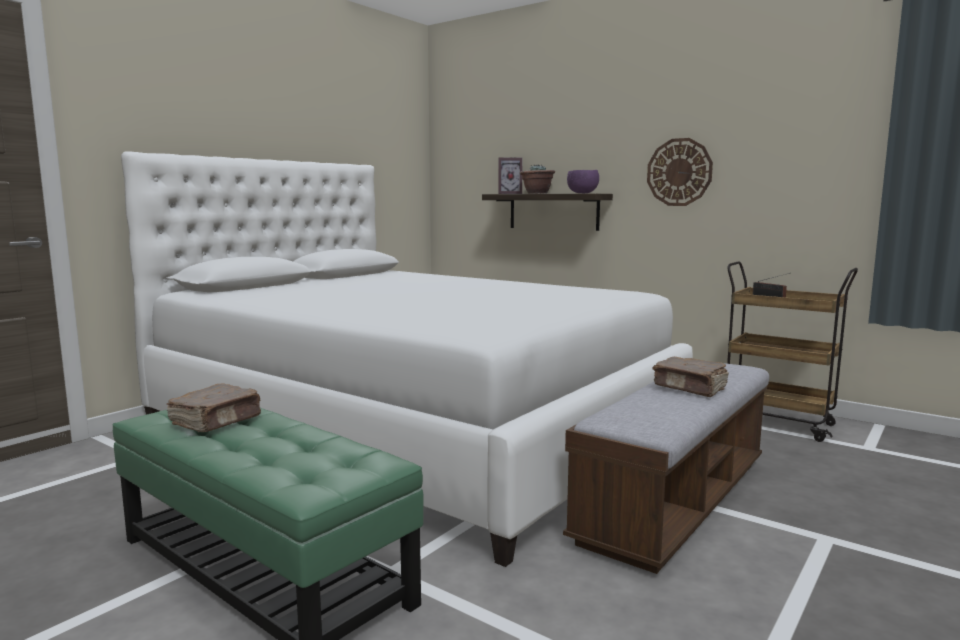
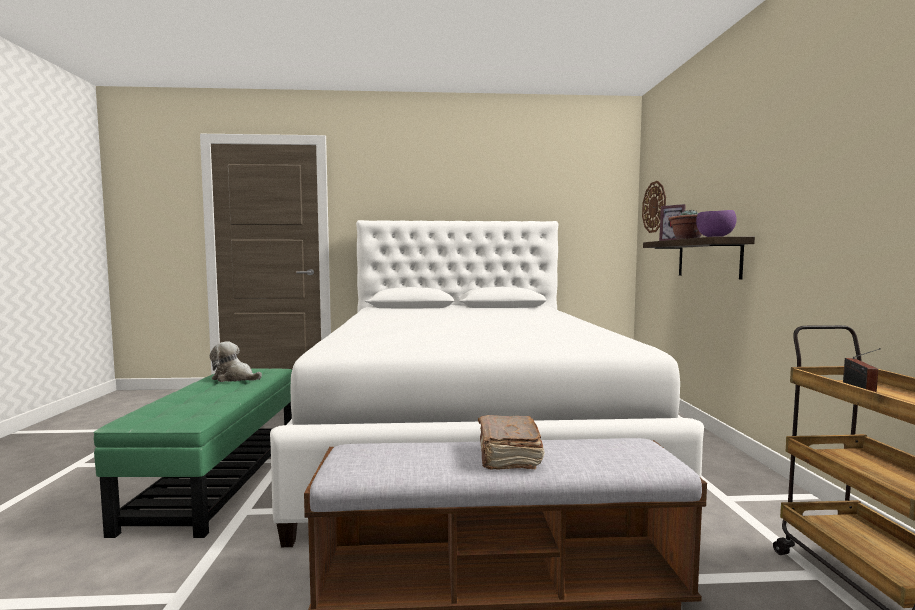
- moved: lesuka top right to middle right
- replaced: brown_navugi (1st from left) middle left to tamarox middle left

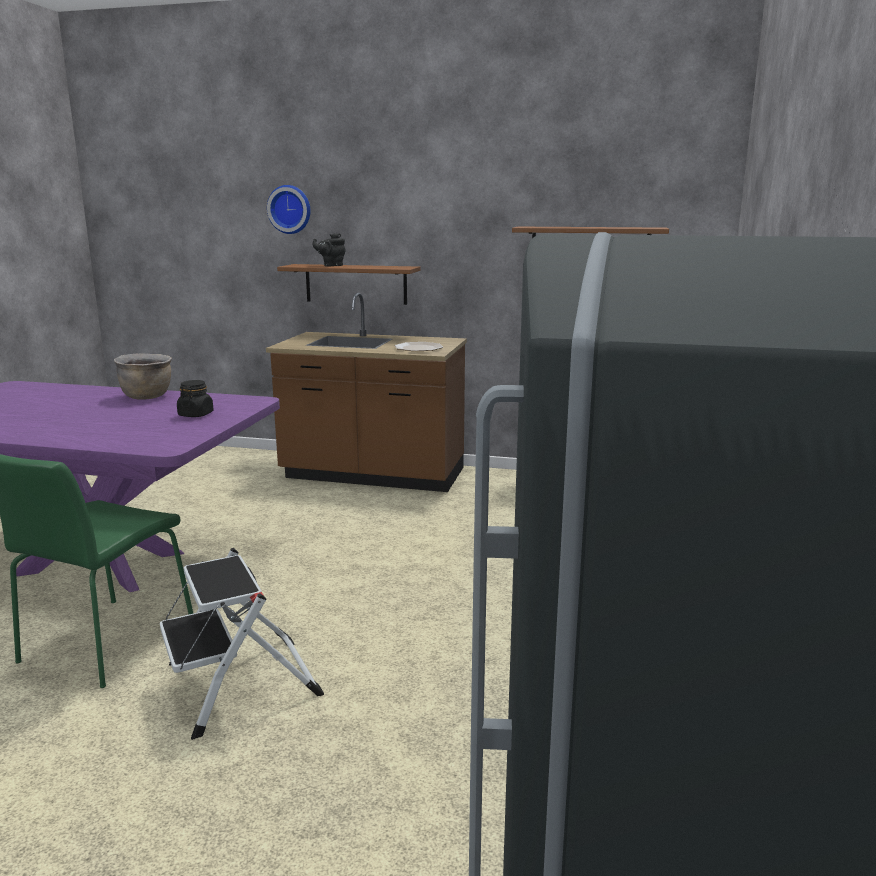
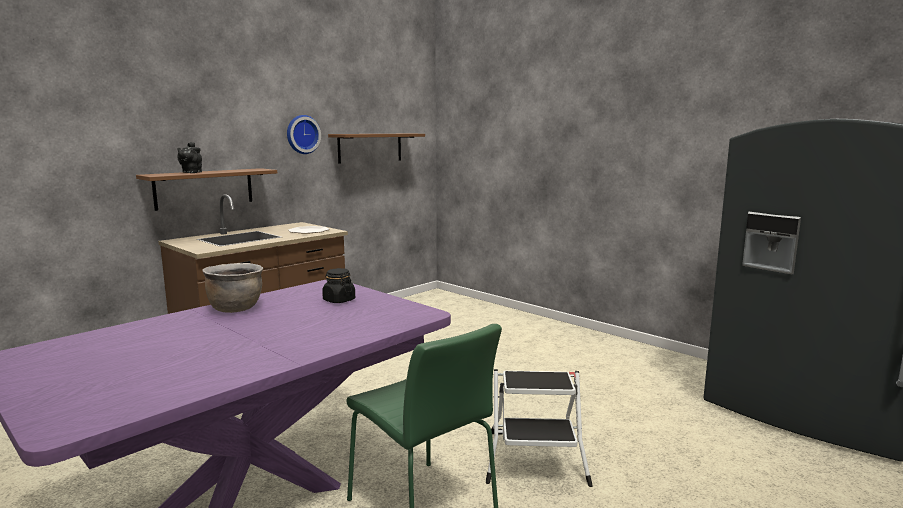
- moved: lesuka top left to top centre

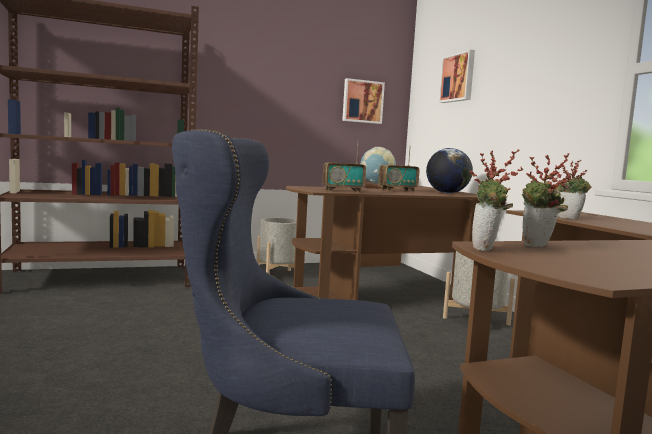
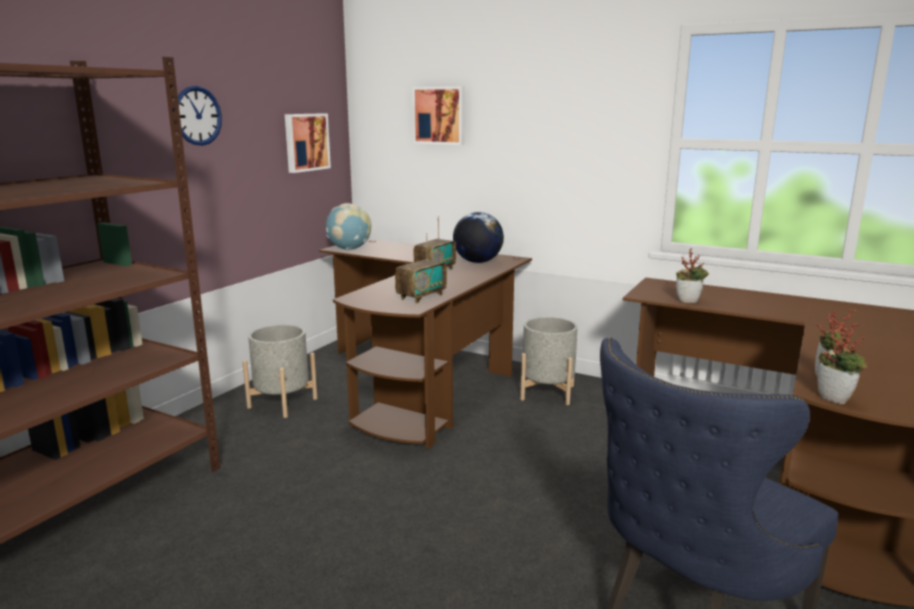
- added: lesuka top left

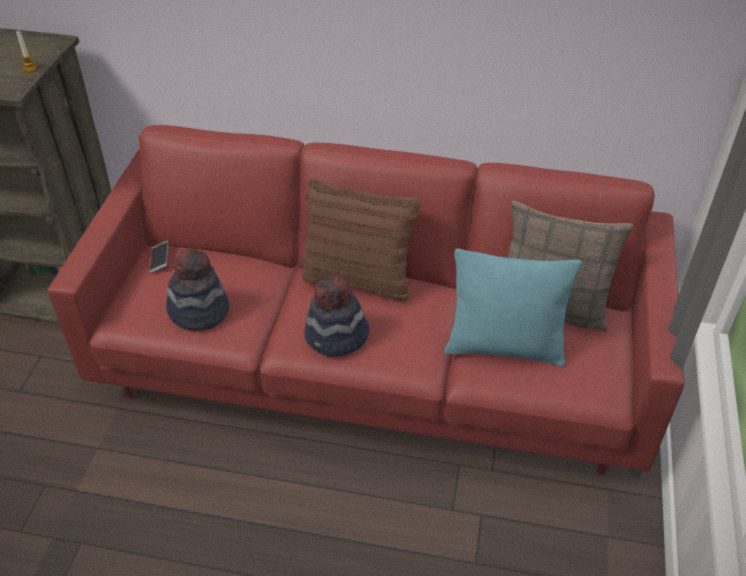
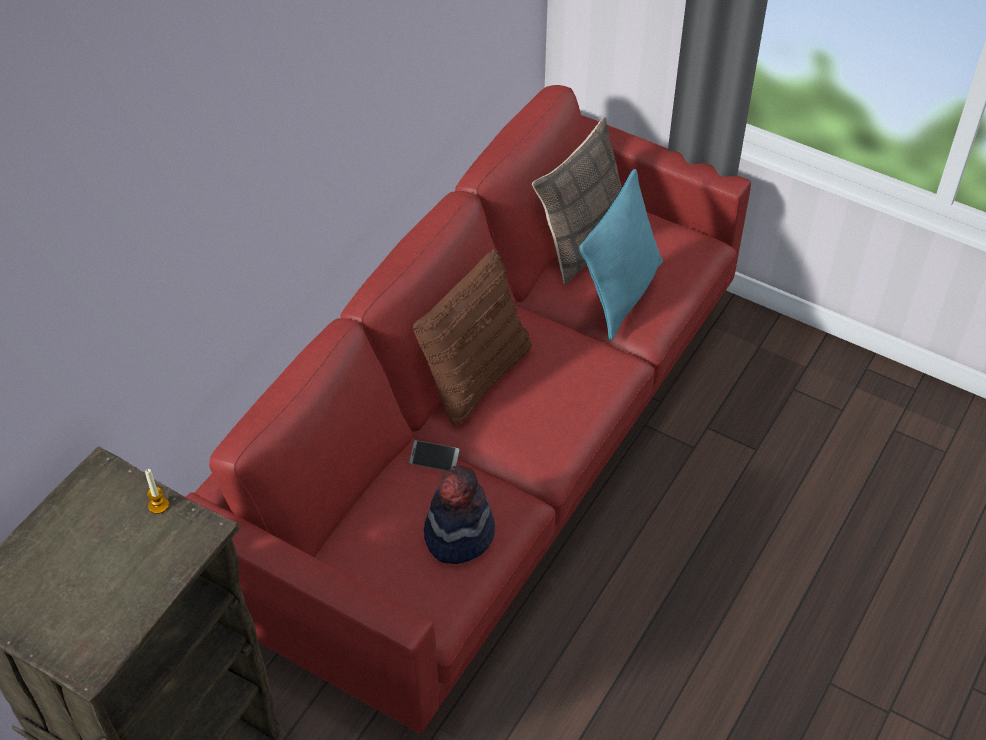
- moved: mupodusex middle left to centre
- removed: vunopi (2nd from left) centre

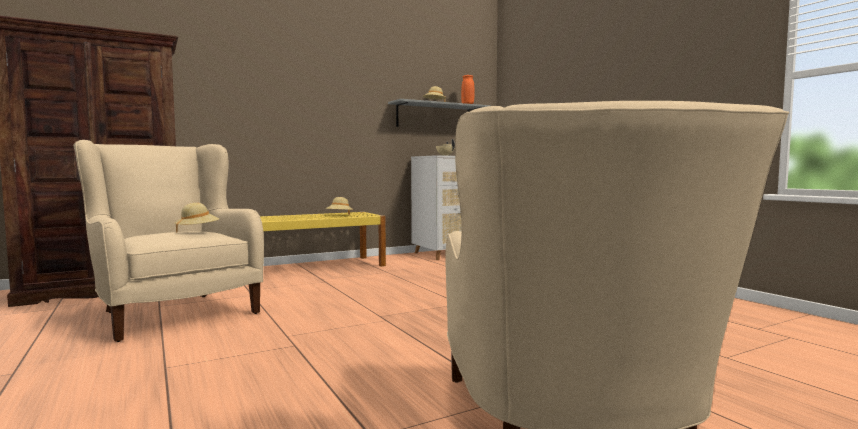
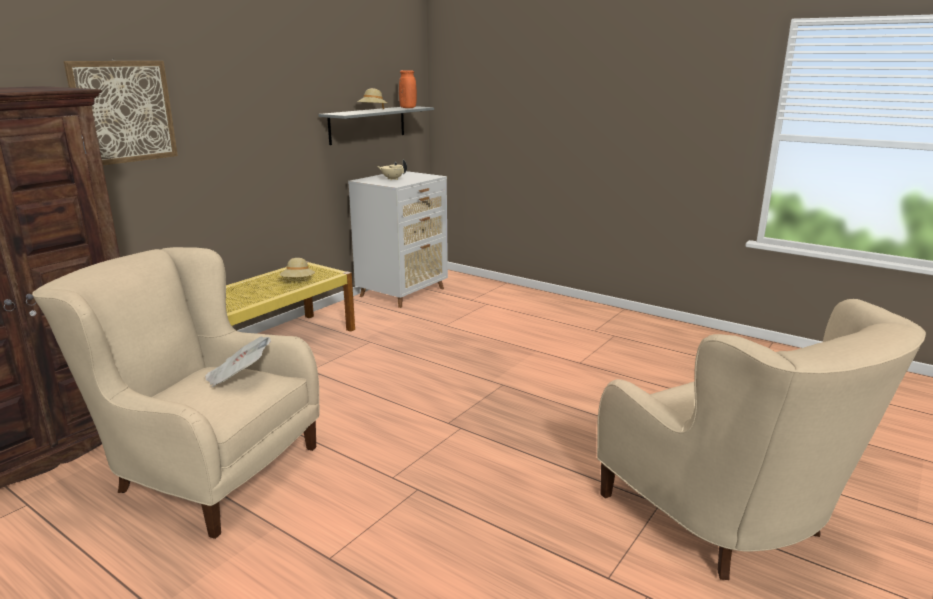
- replaced: beige_vunopi (1st from left) middle left to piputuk middle left
- added: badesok top left

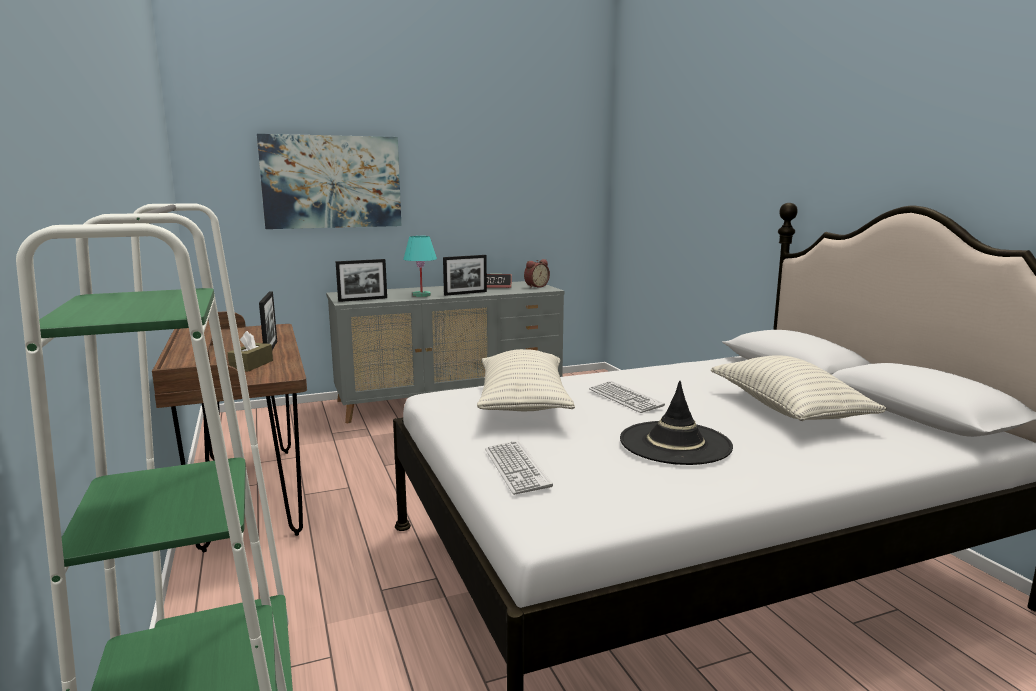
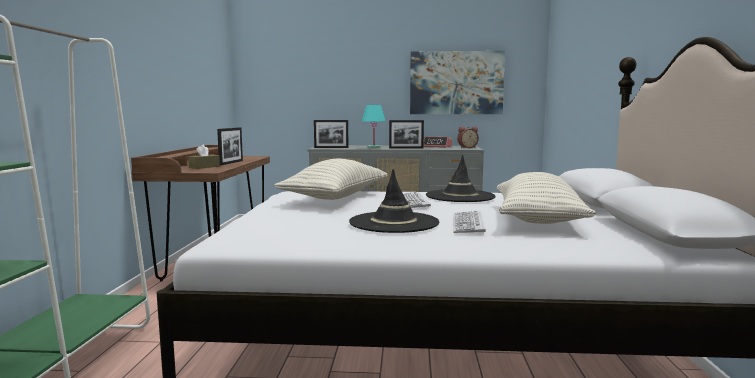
- moved: badesok top left to top centre
- moved: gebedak (1st from left in the first image) bottom centre to gebedak (2nd from left) centre
- added: black_vunopi (2nd from left) centre

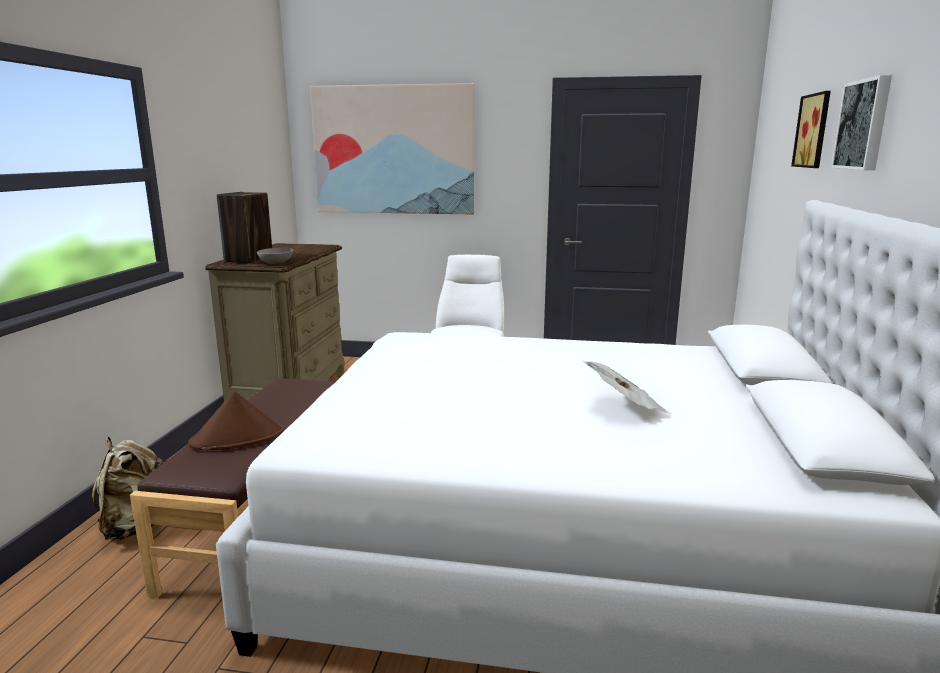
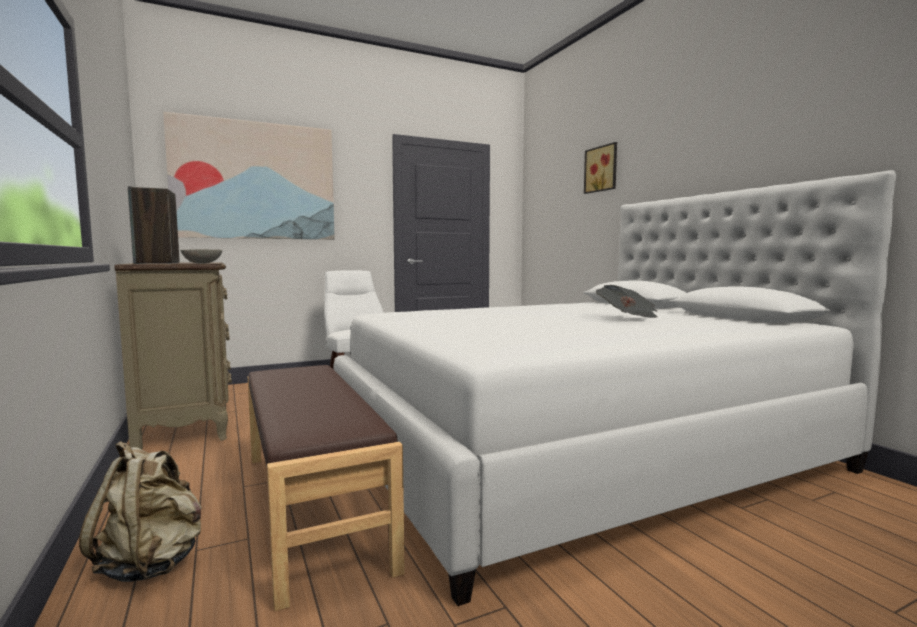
- removed: badesok (3rd from left) top right
- removed: brown_vunopi middle left

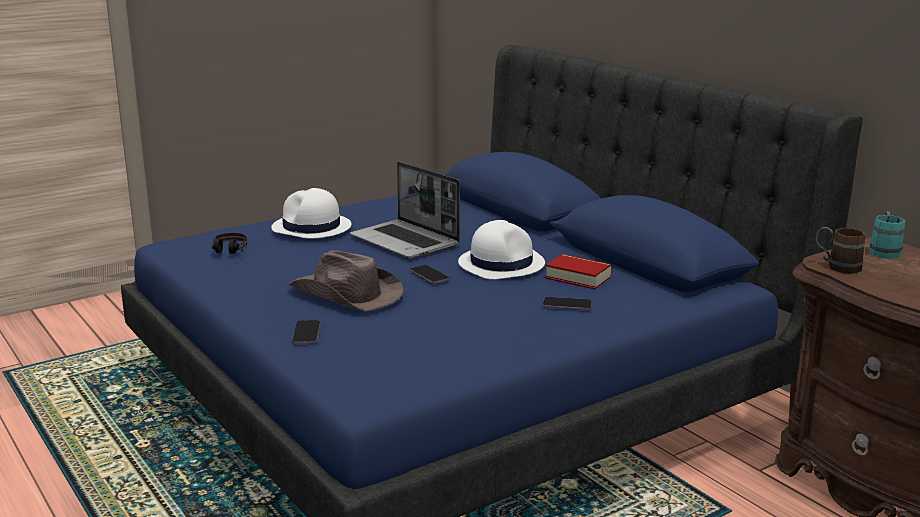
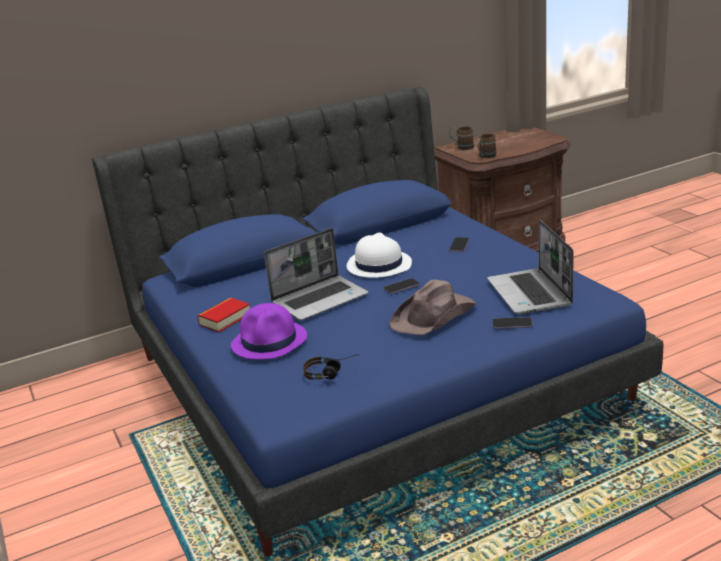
- recoloured: white_vunopi (1st from left) centre to purple_vunopi centre
- recoloured: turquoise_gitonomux middle right to brown_gitonomux (1st from left) top centre
- moved: navugi centre to middle left
- added: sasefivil (2nd from left) middle right

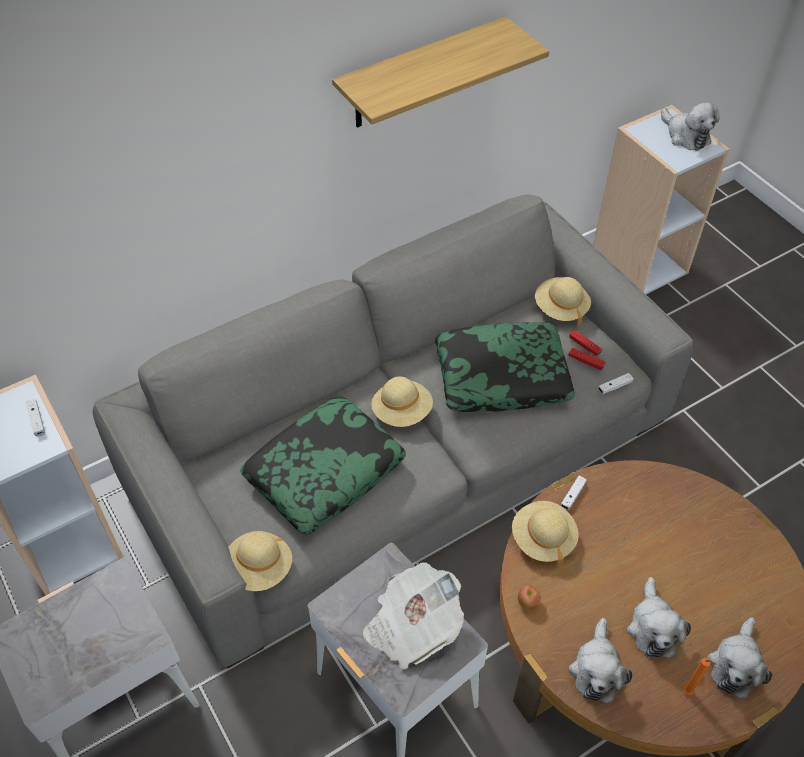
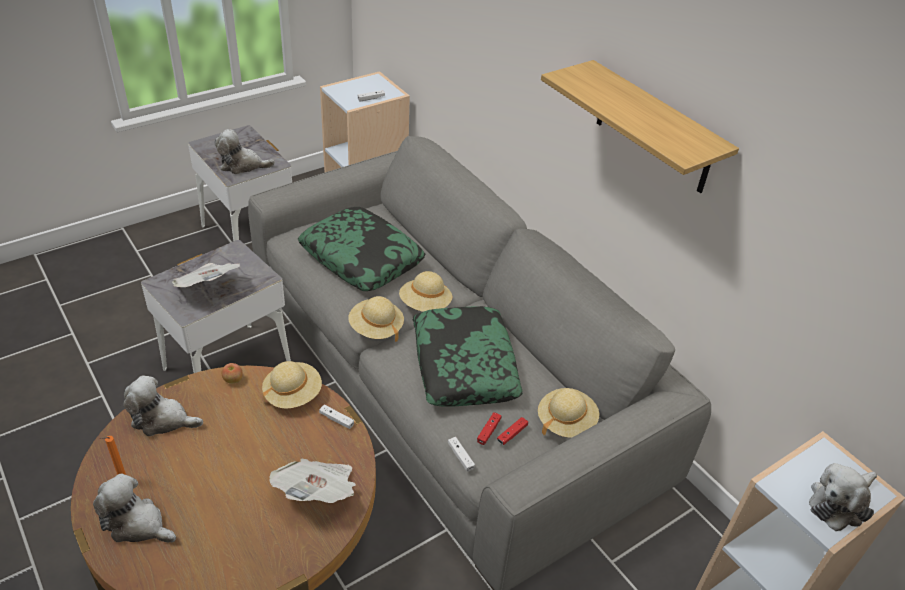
- moved: beige_vunopi (1st from left in the first image) bottom left to beige_vunopi (2nd from left) centre
- moved: tamarox (2nd from left in the first image) bottom right to tamarox (3rd from left) top left
- added: piputuk (2nd from left) bottom centre

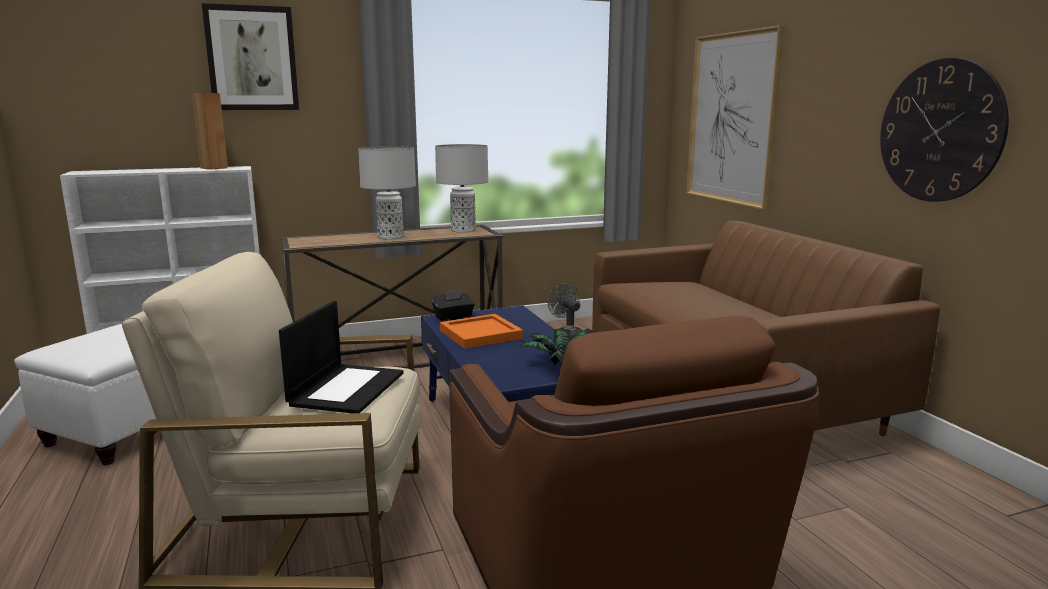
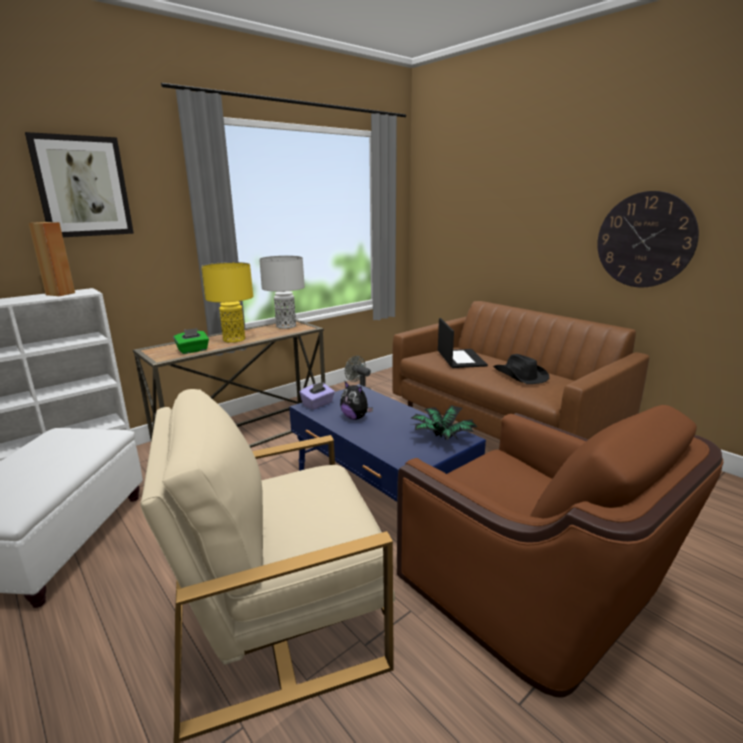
- removed: badesok (2nd from left) top right
- recoloured: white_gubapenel (1st from left) top centre to yellow_gubapenel middle left
- recoloured: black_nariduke centre to purple_nariduke centre
- moved: sasefivil middle left to centre
- replaced: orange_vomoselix centre to tamarox centre
- added: green_nariduke middle left
- added: black_vunopi middle right

